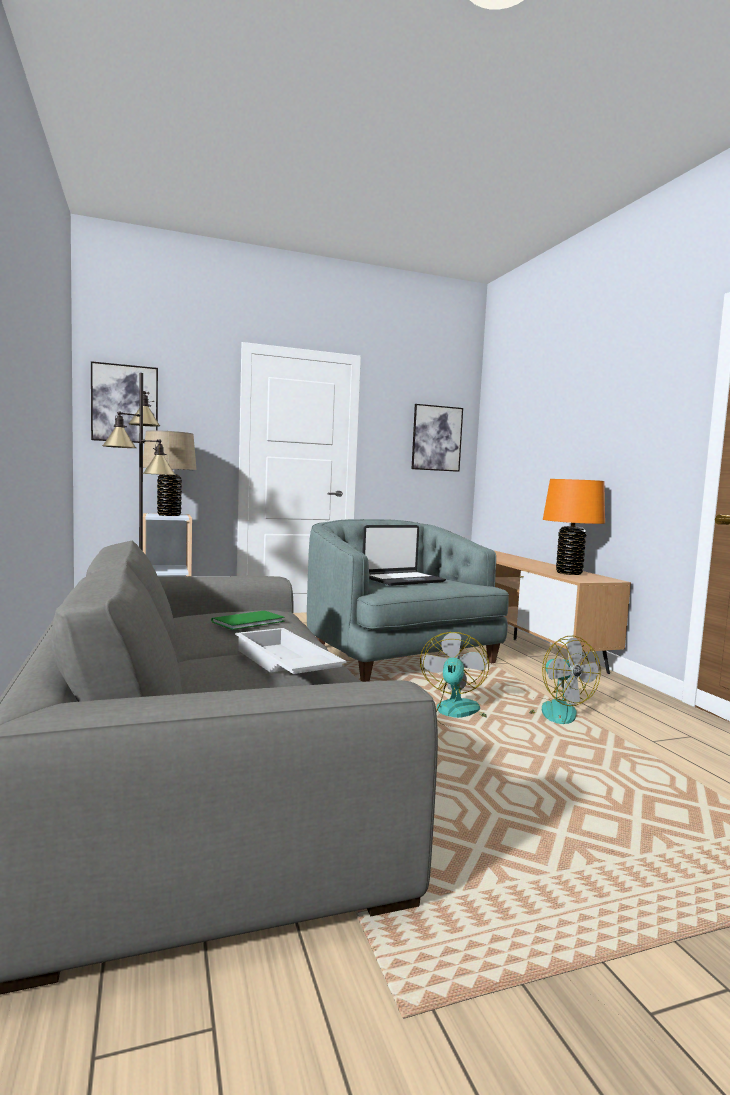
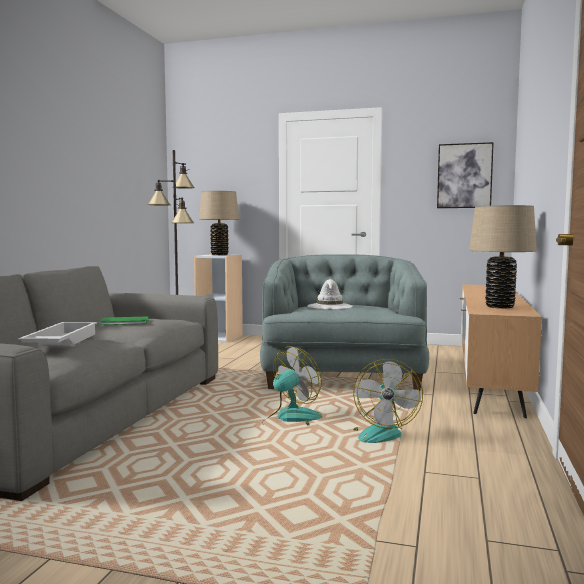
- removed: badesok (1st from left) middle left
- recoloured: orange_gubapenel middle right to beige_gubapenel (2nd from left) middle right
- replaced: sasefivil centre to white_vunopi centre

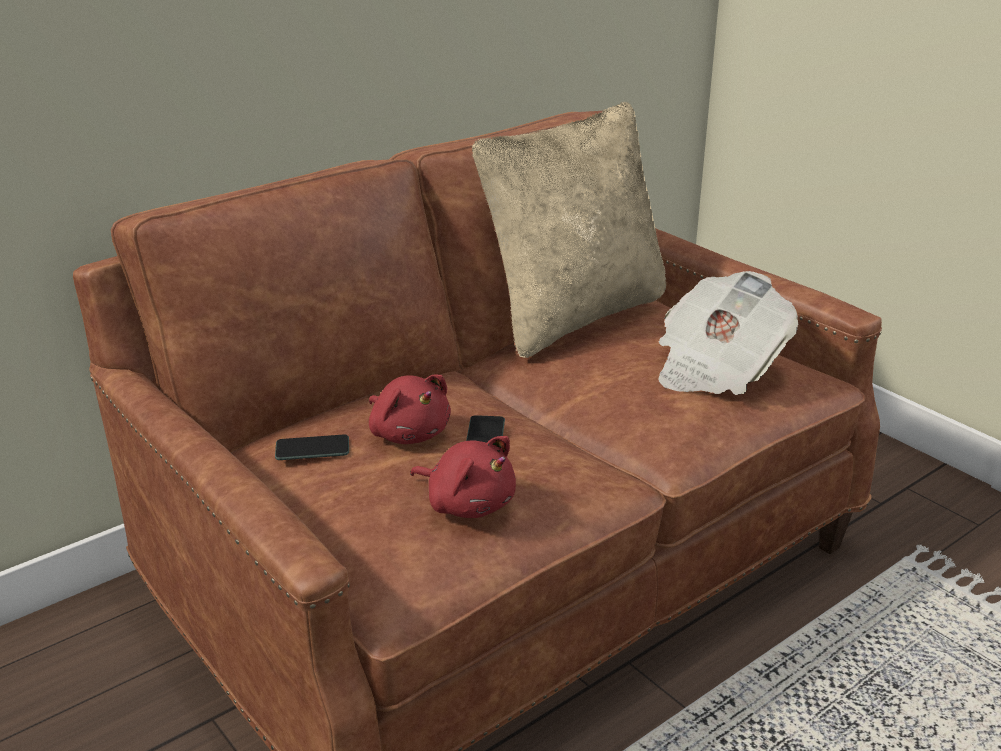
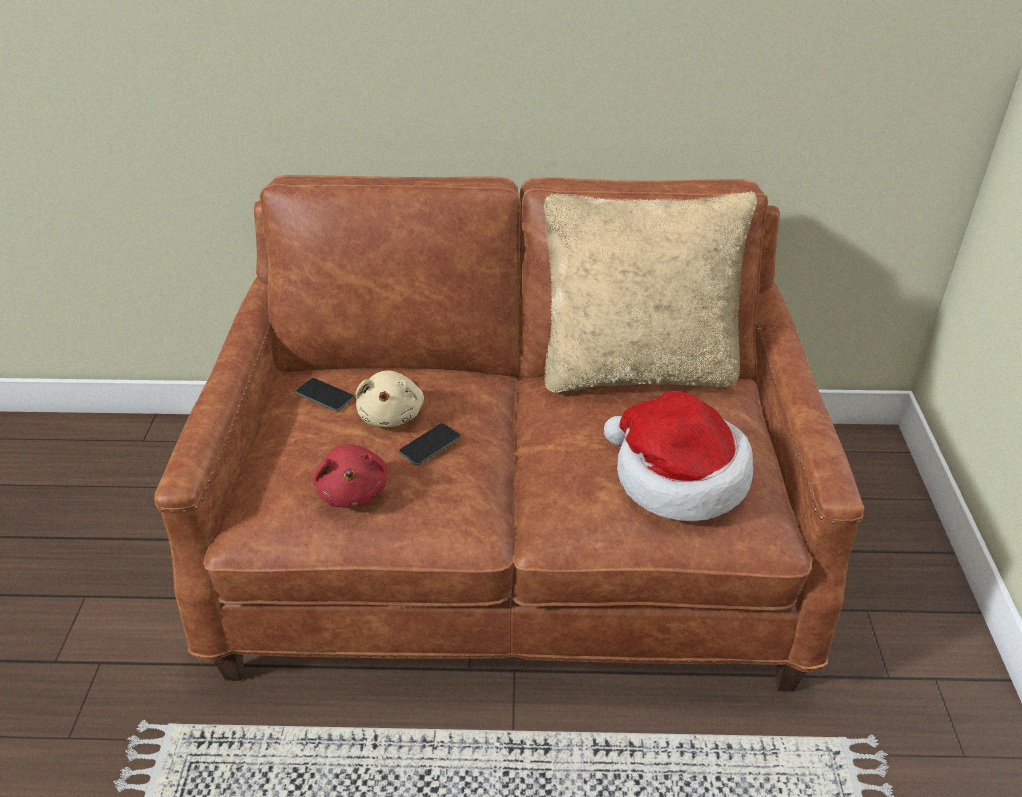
- replaced: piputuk middle right to vunopi centre
- recoloured: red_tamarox (1st from left) centre to beige_tamarox centre

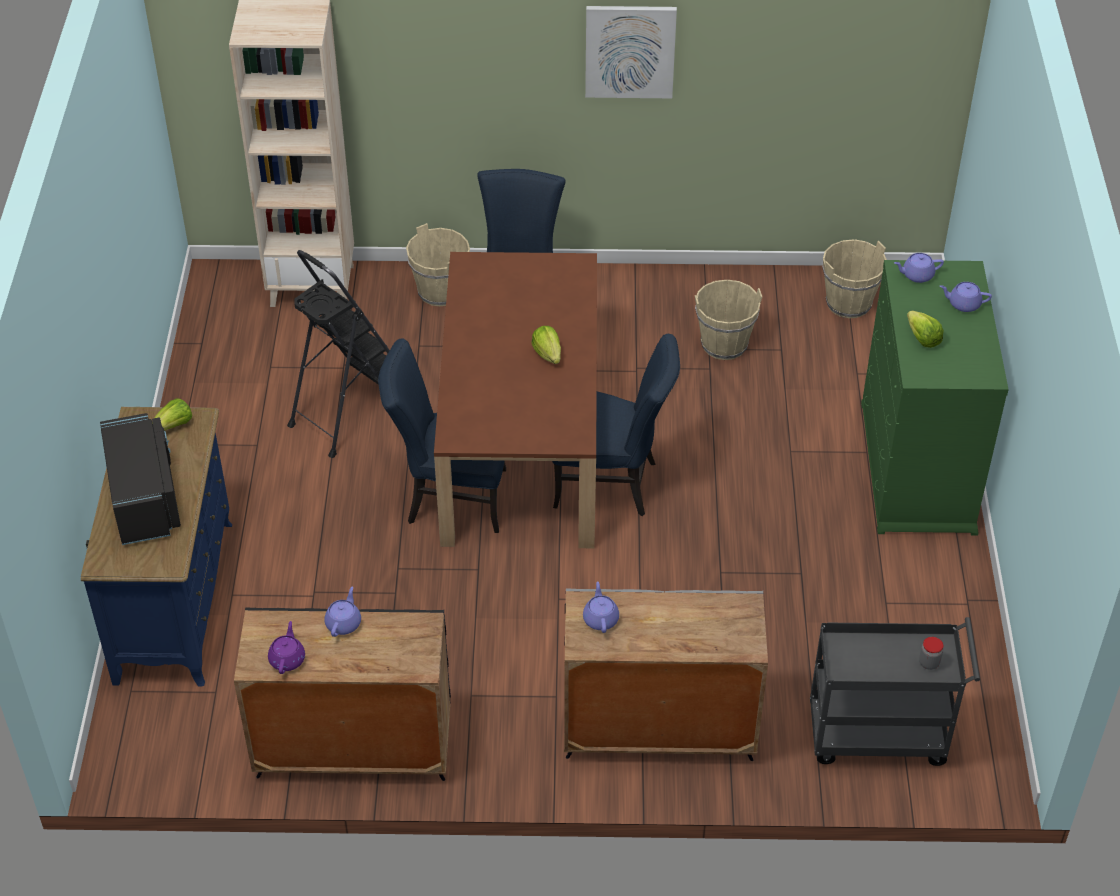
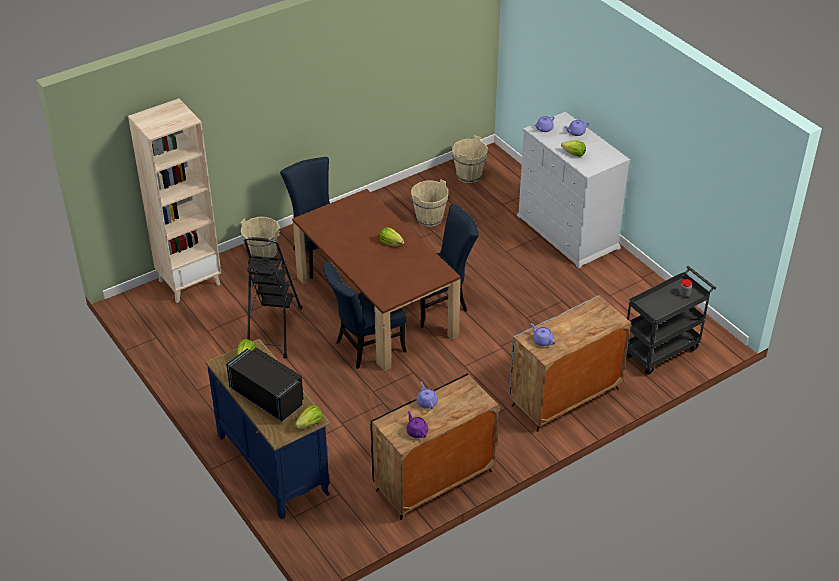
- removed: badesok top centre
- recoloured: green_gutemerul middle right to white_gutemerul top right
- added: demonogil (2nd from left) bottom centre

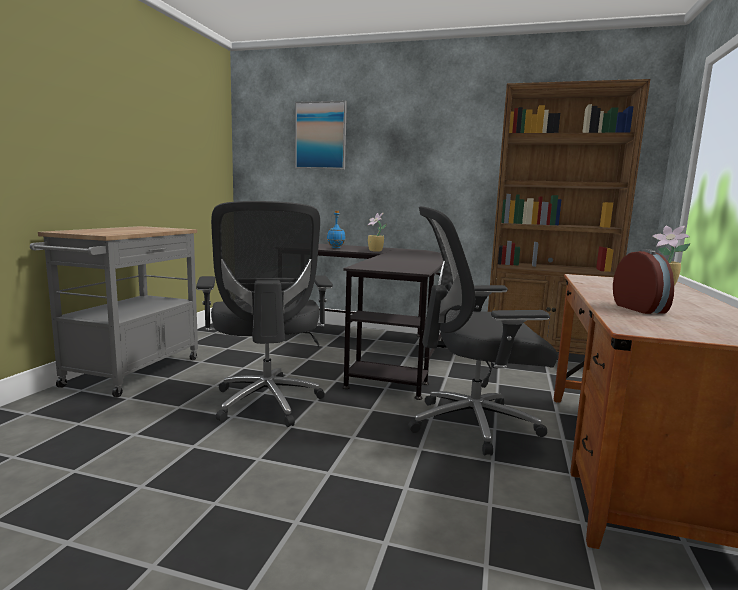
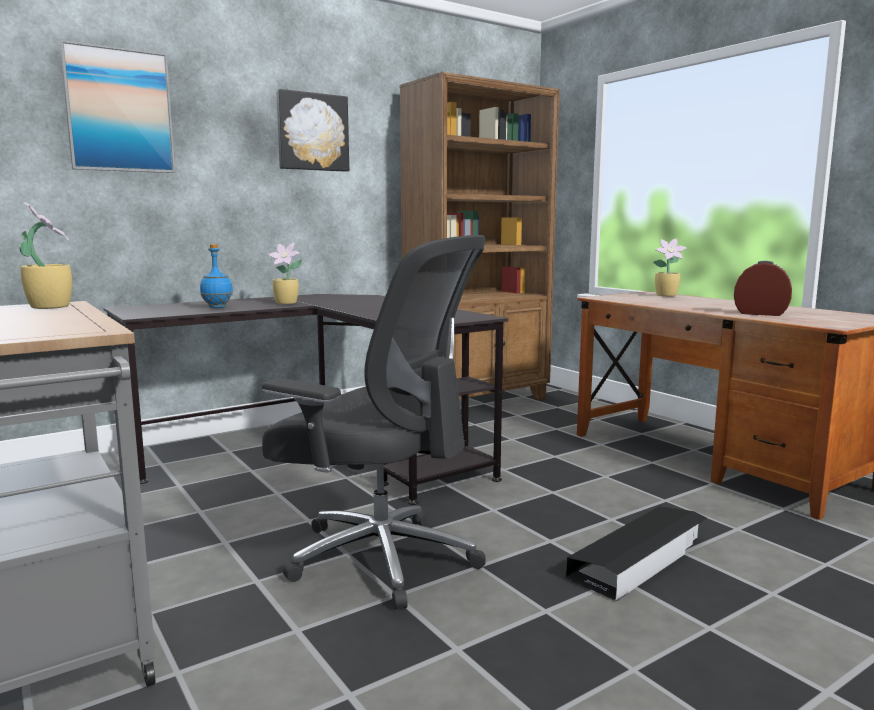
- removed: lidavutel (2nd from left) centre
- added: badesok (2nd from left) top centre
- added: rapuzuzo (1st from left) middle left
- added: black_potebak bottom right

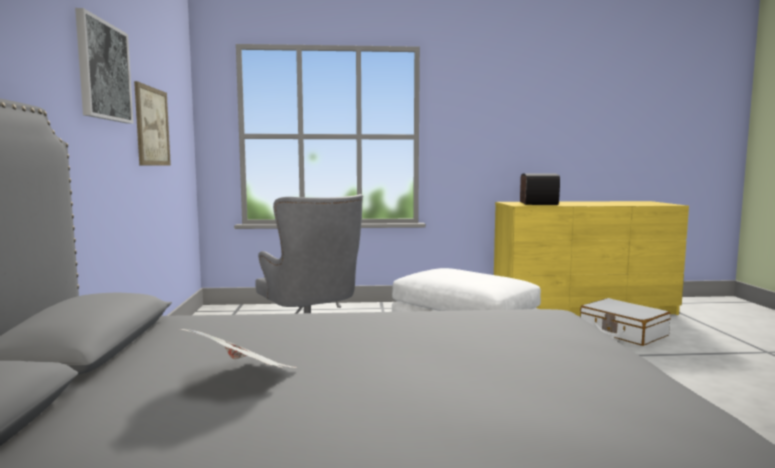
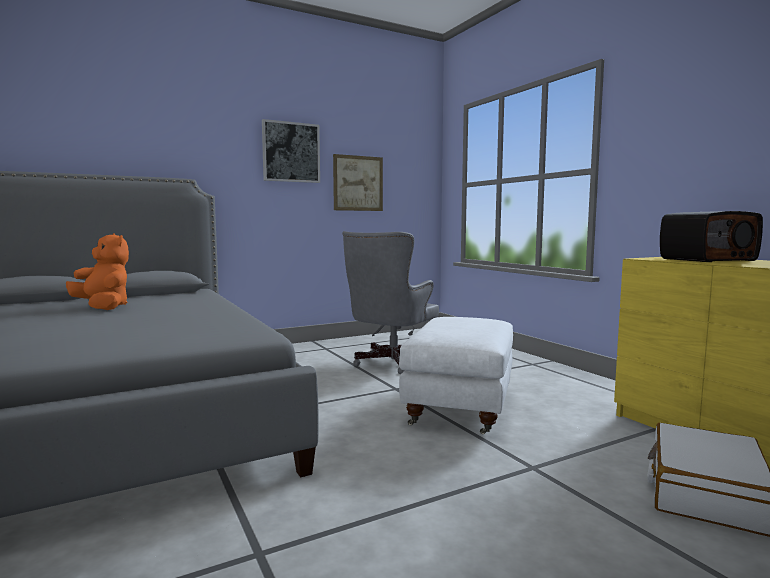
- replaced: piputuk bottom left to orange_tamarox middle left

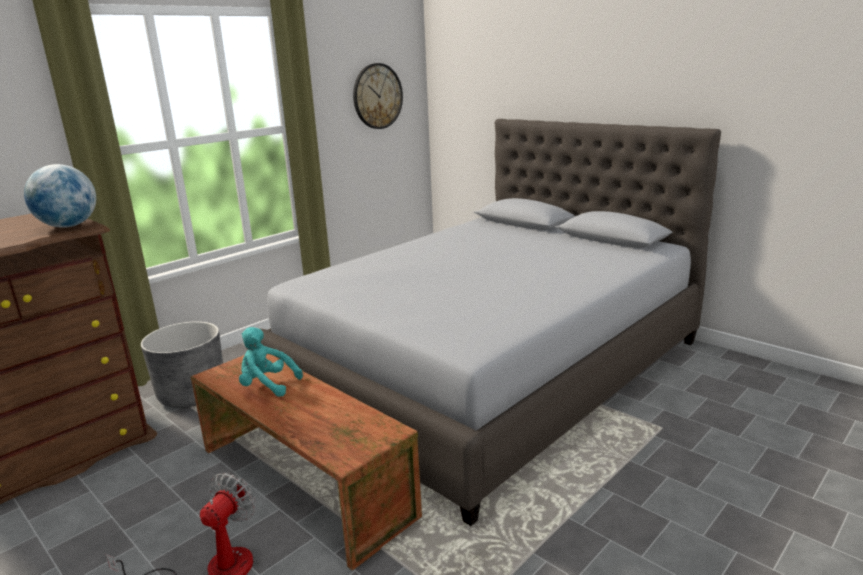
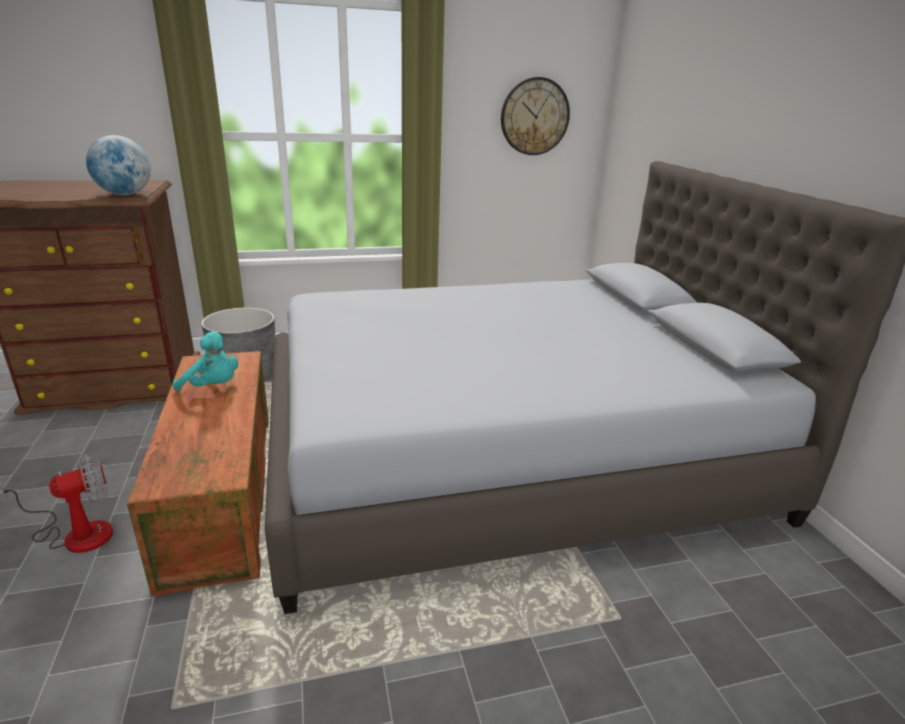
- turned: turquoise_tamarox middle left = middle left 150 degrees clockwise

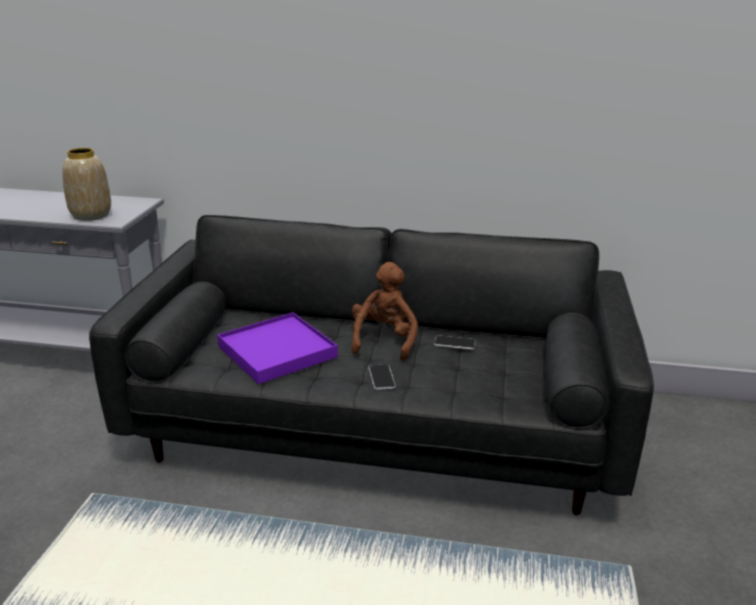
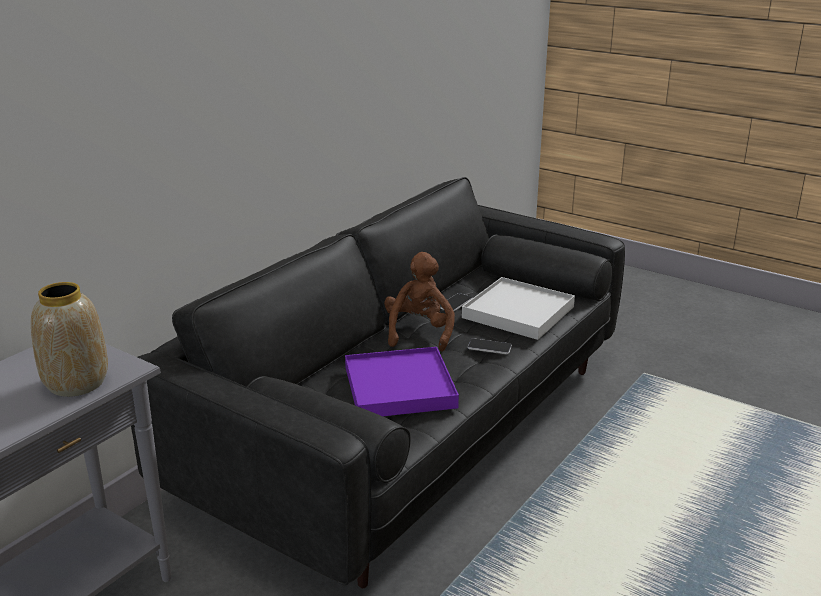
- turned: brown_tamarox centre = centre 60 degrees clockwise
- added: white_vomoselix centre

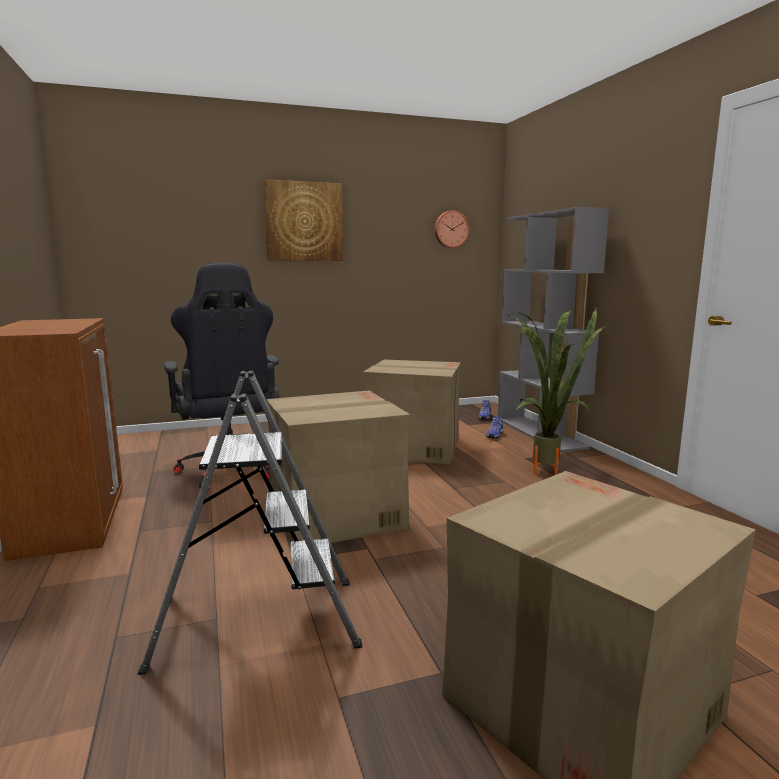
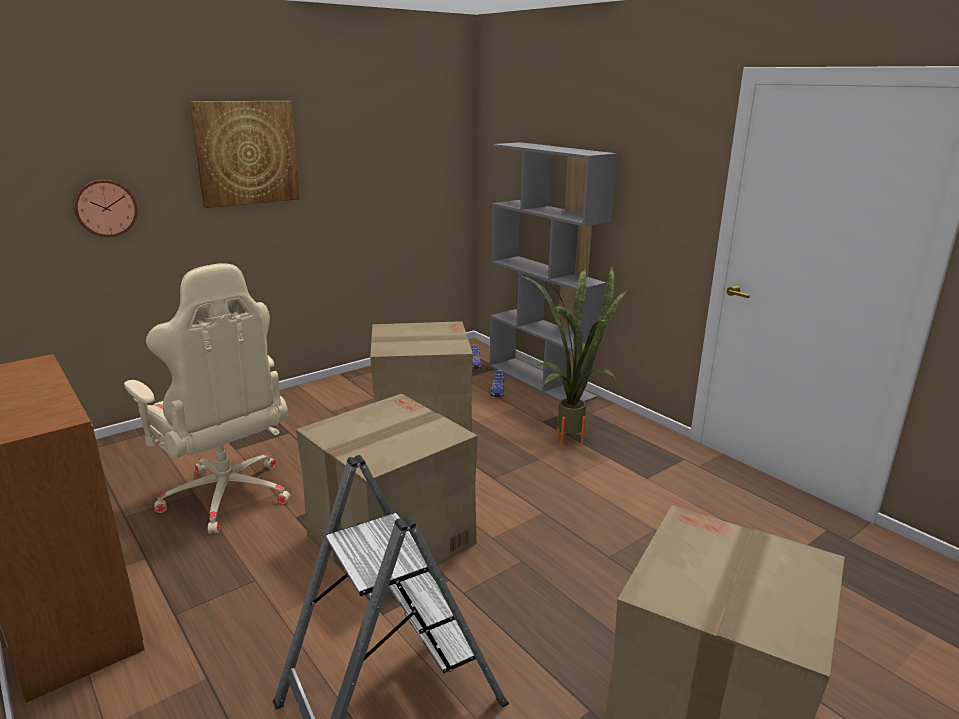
- moved: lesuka top centre to top left
- recoloured: black_lidavutel middle left to beige_lidavutel middle left

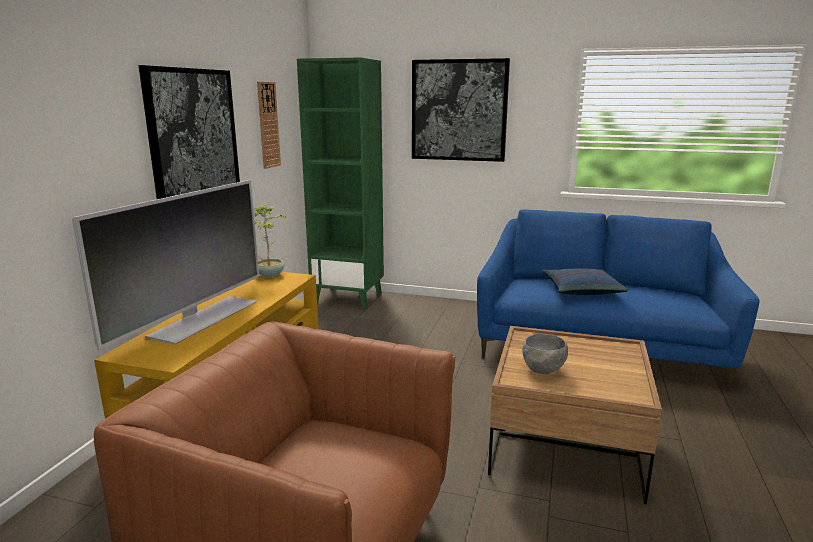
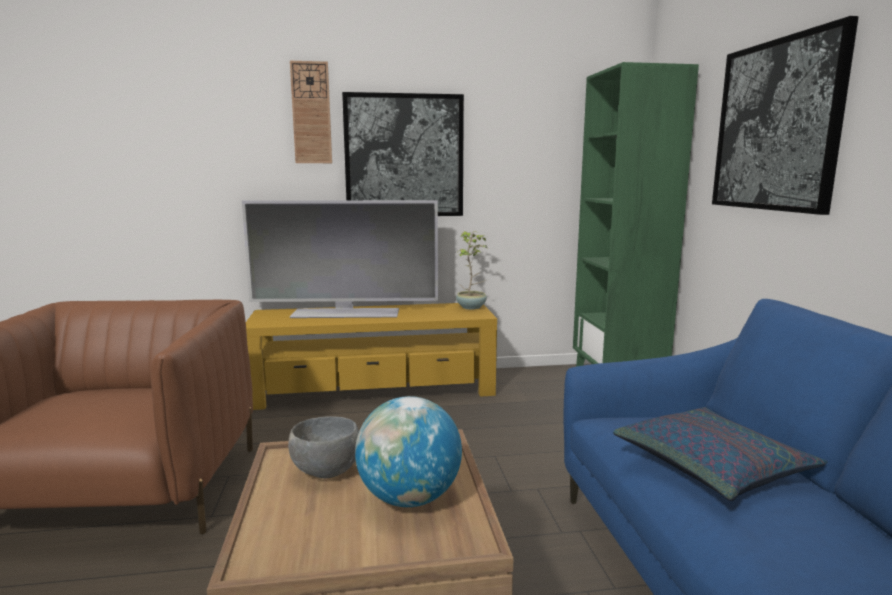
- moved: lesuka top left to top centre
- added: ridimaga bottom centre

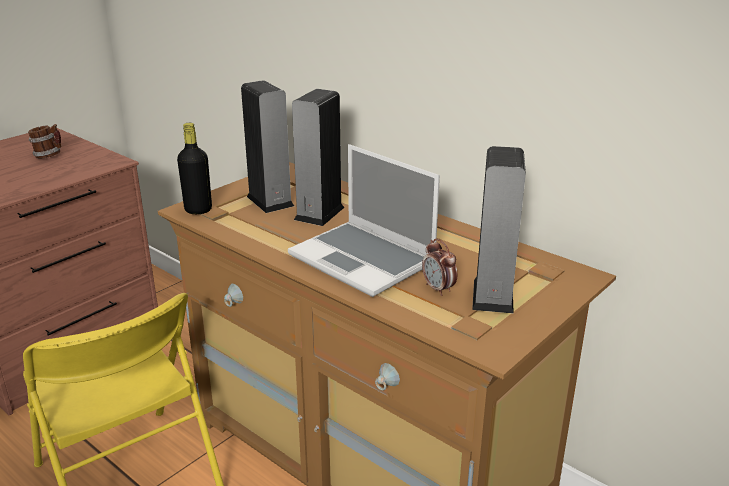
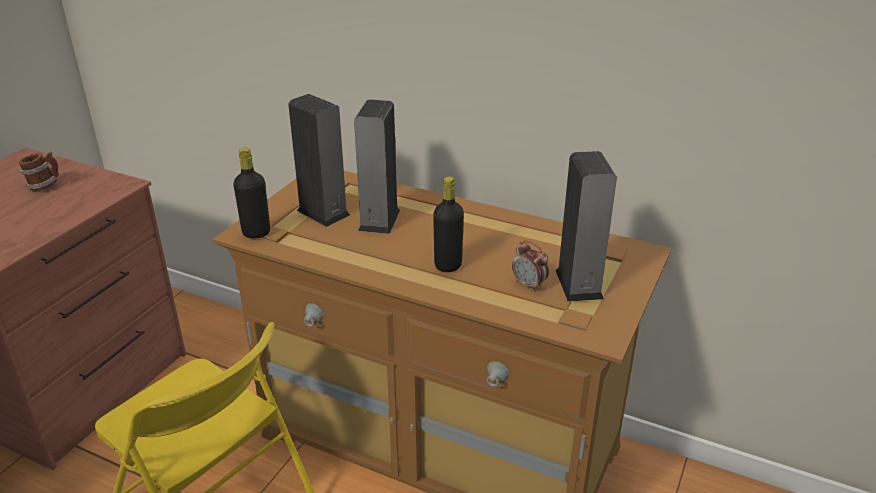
- replaced: sasefivil centre to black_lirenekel (2nd from left) centre

